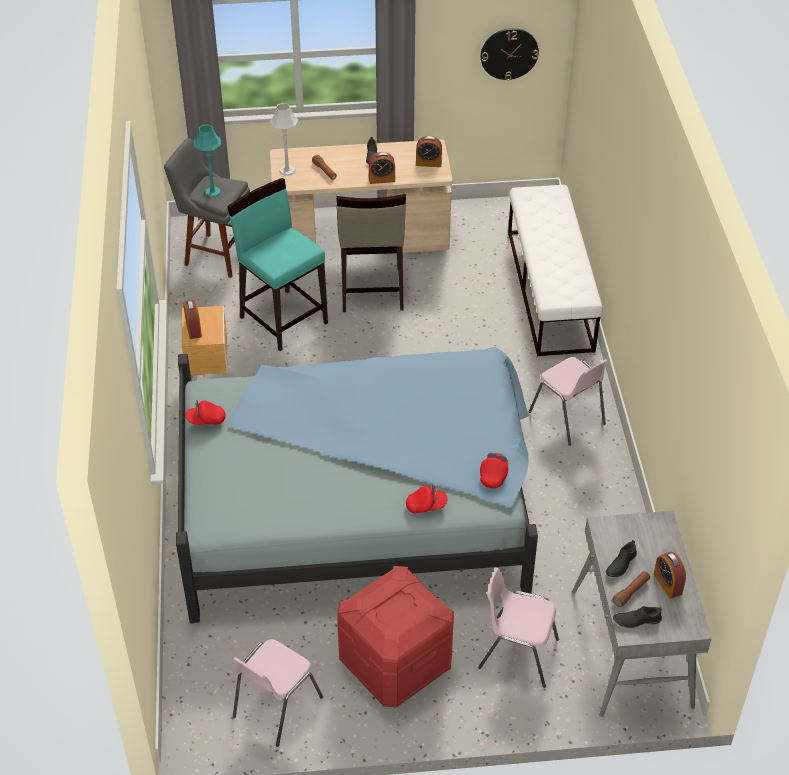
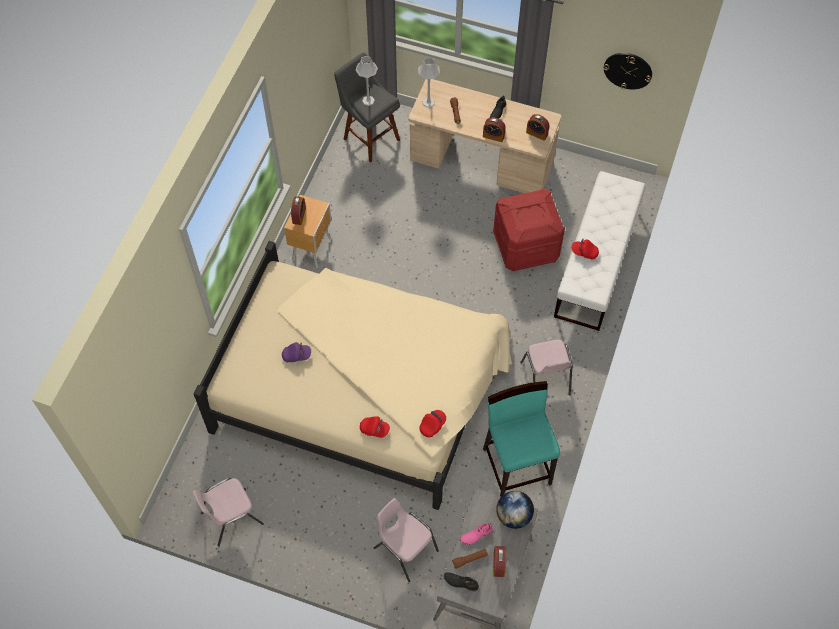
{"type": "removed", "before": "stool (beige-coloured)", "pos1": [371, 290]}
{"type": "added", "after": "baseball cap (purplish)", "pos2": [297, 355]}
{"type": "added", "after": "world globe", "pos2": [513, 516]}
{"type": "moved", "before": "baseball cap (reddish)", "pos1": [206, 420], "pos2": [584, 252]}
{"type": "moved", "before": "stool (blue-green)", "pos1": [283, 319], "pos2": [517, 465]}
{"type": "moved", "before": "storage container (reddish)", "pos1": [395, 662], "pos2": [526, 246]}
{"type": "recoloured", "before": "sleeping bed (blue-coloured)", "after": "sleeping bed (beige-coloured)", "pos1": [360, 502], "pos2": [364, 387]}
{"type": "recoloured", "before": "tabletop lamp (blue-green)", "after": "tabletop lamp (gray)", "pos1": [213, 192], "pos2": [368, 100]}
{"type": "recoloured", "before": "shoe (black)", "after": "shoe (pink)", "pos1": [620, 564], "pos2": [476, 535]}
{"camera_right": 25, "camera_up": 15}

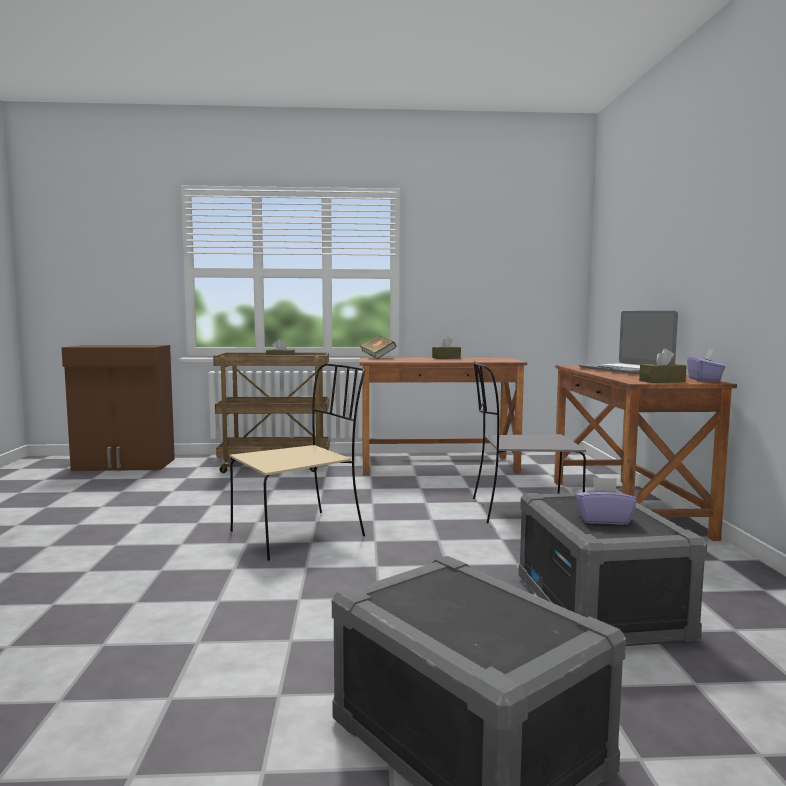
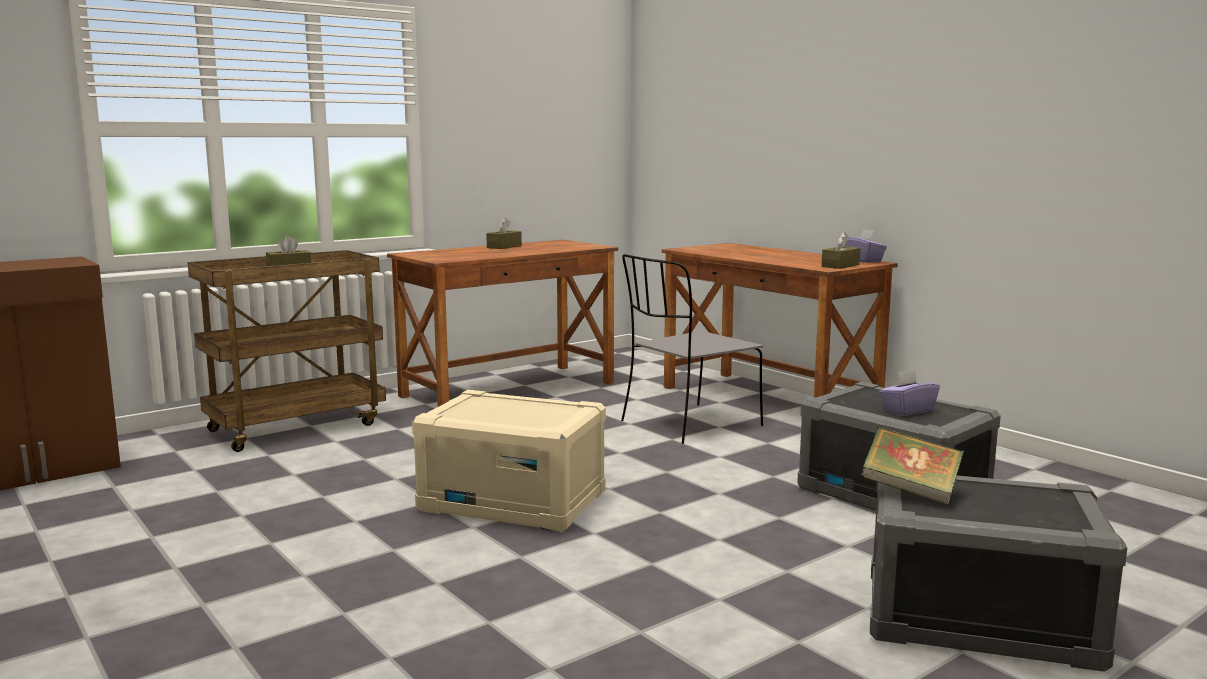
{"type": "removed", "before": "portable computer", "pos1": [625, 370]}
{"type": "moved", "before": "volume", "pos1": [377, 357], "pos2": [910, 491]}
{"type": "replaced", "before": "plain chair (beige-coloured)", "after": "storage container (beige-coloured)", "pos1": [300, 533], "pos2": [514, 501]}
{"camera_right": -35, "camera_up": 5}

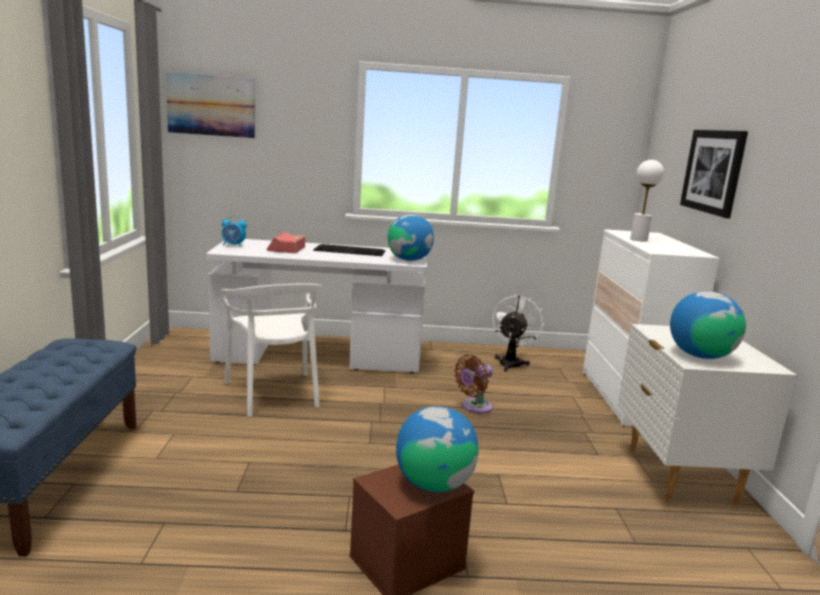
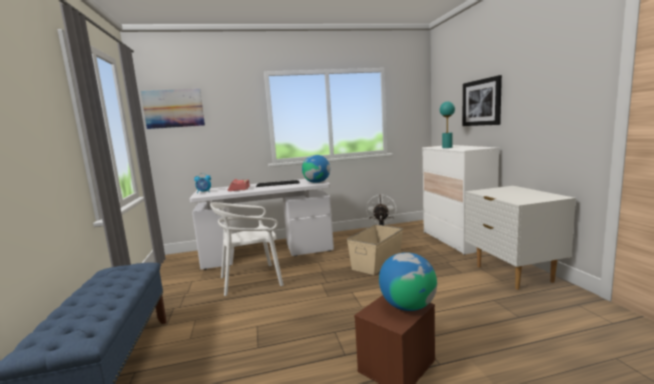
{"type": "removed", "before": "world globe", "pos1": [700, 356]}
{"type": "replaced", "before": "fan (brown)", "after": "storage container (beige-coloured)", "pos1": [474, 407], "pos2": [377, 262]}
{"type": "recoloured", "before": "tabletop lamp (white)", "after": "tabletop lamp (blue-green)", "pos1": [638, 239], "pos2": [447, 147]}
{"type": "turned", "before": "plain chair (white)", "pos1": [274, 393], "pos2": [251, 280], "turn": 105}
{"camera_right": -10, "camera_up": -5}

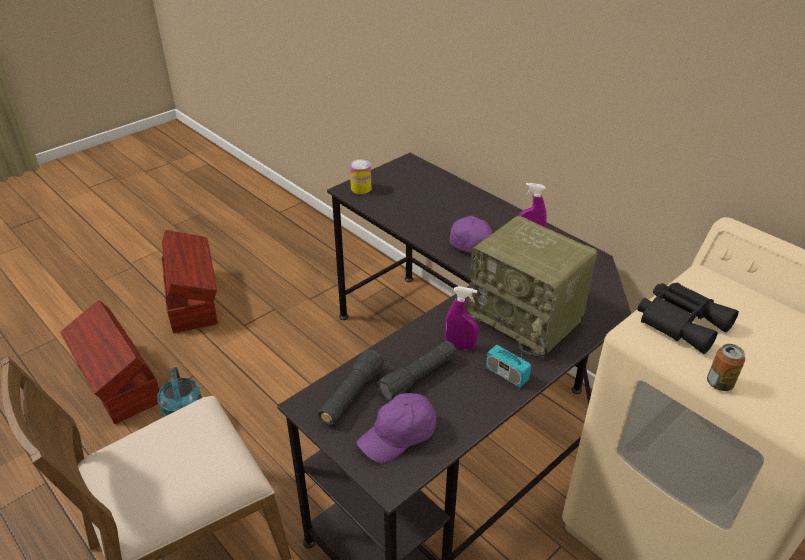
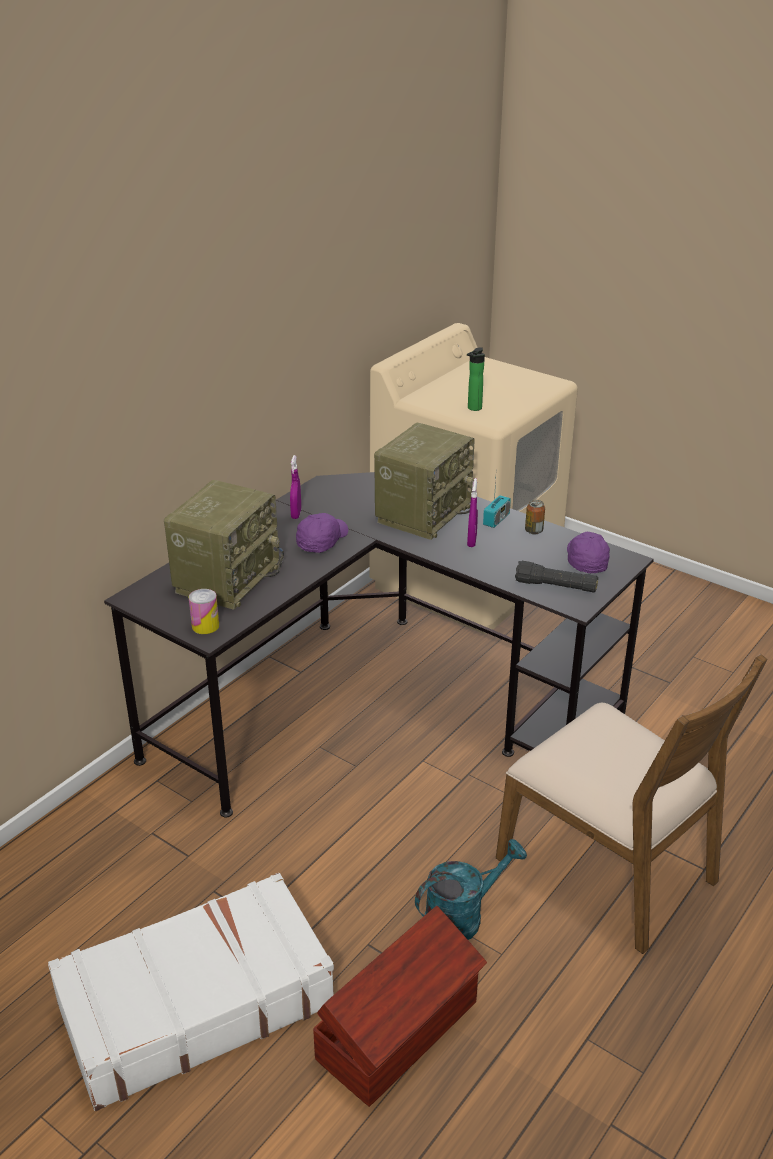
{"type": "removed", "before": "flashlight (black)", "pos1": [418, 377]}
{"type": "added", "after": "radio receiver", "pos2": [227, 578]}
{"type": "moved", "before": "sealed can", "pos1": [719, 383], "pos2": [534, 531]}
{"type": "replaced", "before": "storage container (brown)", "after": "suitcase (white)", "pos1": [193, 299], "pos2": [195, 1004]}
{"type": "replaced", "before": "pair of binoculars (black)", "after": "bottle", "pos1": [682, 321], "pos2": [473, 409]}
{"type": "turned", "before": "baseball cap (purplish)", "pos1": [399, 436], "pos2": [585, 560], "turn": -135}
{"camera_right": -100, "camera_up": -5}

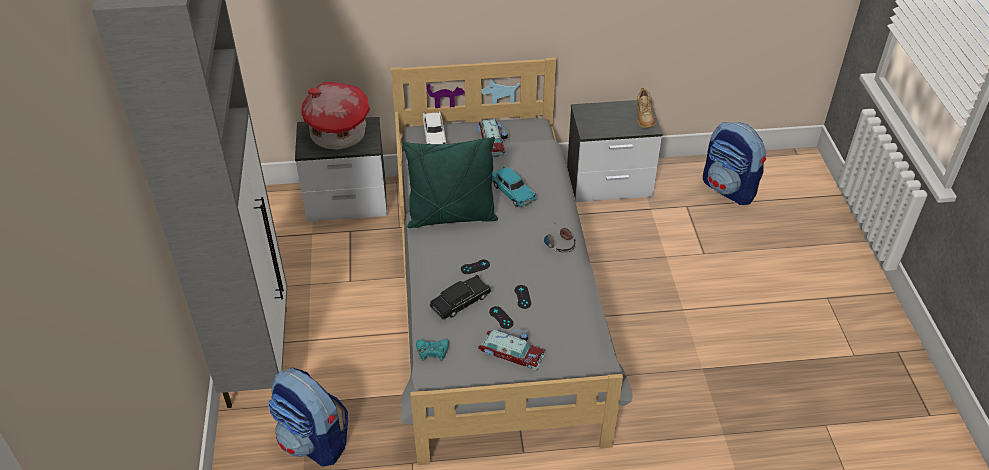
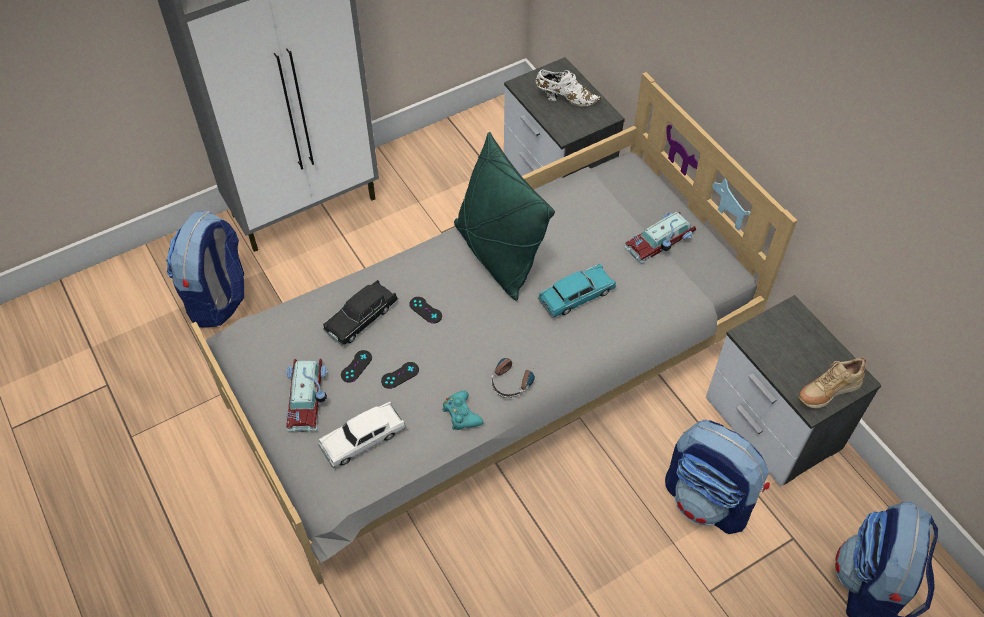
{"type": "added", "after": "rucksack", "pos2": [708, 500]}
{"type": "moved", "before": "game controller (blue-green)", "pos1": [432, 352], "pos2": [461, 414]}
{"type": "moved", "before": "model car (white)", "pos1": [434, 136], "pos2": [363, 440]}
{"type": "replaced", "before": "model house", "after": "shoe (white)", "pos1": [337, 135], "pos2": [565, 98]}
{"type": "turned", "before": "model car (black)", "pos1": [460, 303], "pos2": [361, 319], "turn": 105}
{"type": "turned", "before": "model car (blue-green)", "pos1": [512, 192], "pos2": [576, 297], "turn": -150}
{"camera_right": 65, "camera_up": 10}

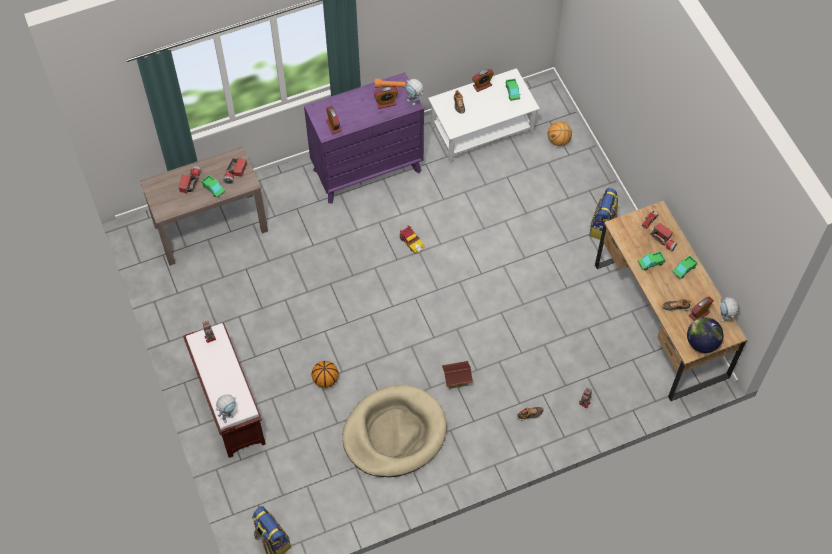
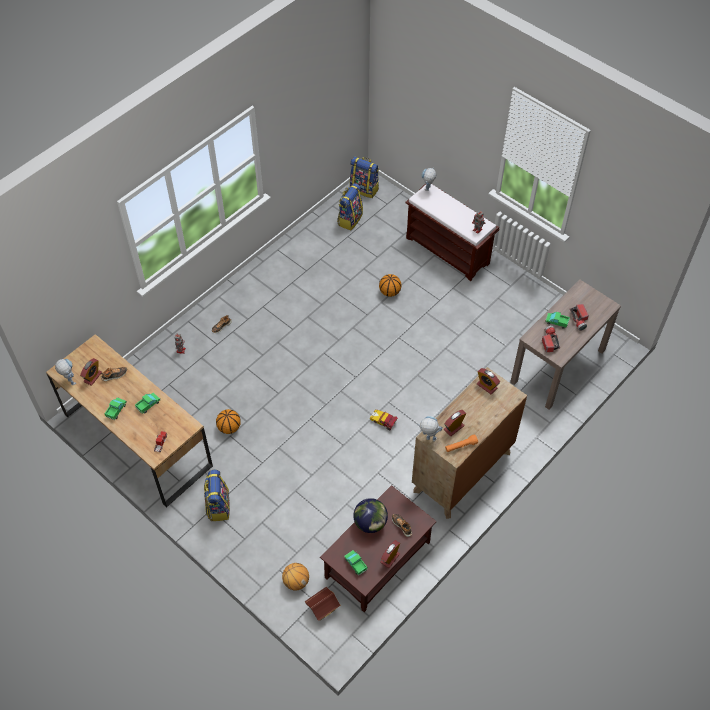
{"type": "removed", "before": "pet bed (beige-coloured)", "pos1": [394, 433]}
{"type": "removed", "before": "flashlight", "pos1": [664, 240]}
{"type": "added", "after": "ball for basketball", "pos2": [229, 427]}
{"type": "added", "after": "rucksack", "pos2": [350, 219]}
{"type": "moved", "before": "model house", "pos1": [457, 380], "pos2": [322, 608]}
{"type": "moved", "before": "world globe", "pos1": [702, 343], "pos2": [370, 523]}
{"type": "recoloured", "before": "chest of drawers (purplish)", "after": "chest of drawers (brown)", "pos1": [367, 170], "pos2": [462, 472]}
{"type": "recoloured", "before": "coffee table (white)", "after": "coffee table (brown)", "pos1": [482, 130], "pos2": [377, 560]}
{"camera_right": 155, "camera_up": -5}

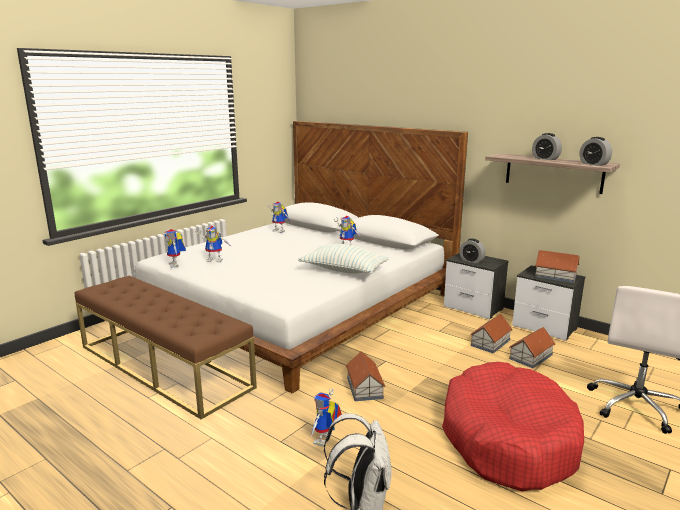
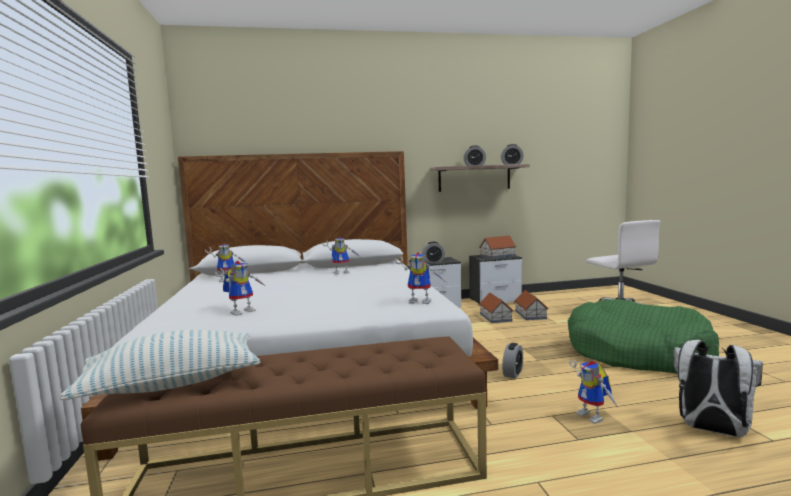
{"type": "moved", "before": "toy robot", "pos1": [176, 265], "pos2": [422, 301]}
{"type": "moved", "before": "cushion", "pos1": [344, 270], "pos2": [173, 384]}
{"type": "replaced", "before": "model house", "after": "table clock", "pos1": [364, 387], "pos2": [513, 373]}
{"type": "recoloured", "before": "pet bed (reddish)", "after": "pet bed (green-coloured)", "pos1": [507, 439], "pos2": [636, 352]}
{"camera_right": -50, "camera_up": -10}

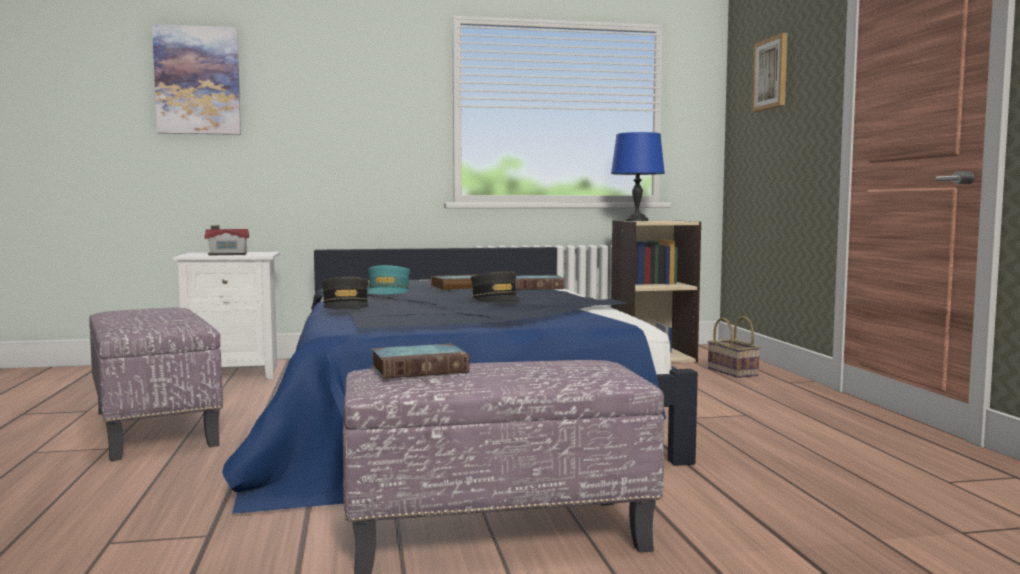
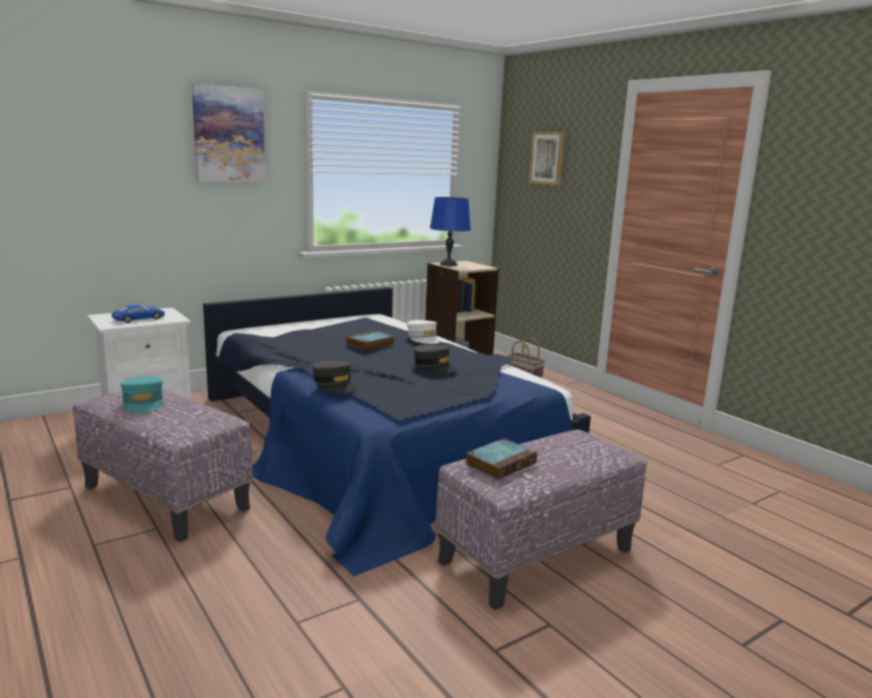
{"type": "moved", "before": "picture", "pos1": [198, 80], "pos2": [229, 135]}
{"type": "moved", "before": "baseball cap (blue-green)", "pos1": [388, 291], "pos2": [143, 403]}
{"type": "replaced", "before": "model house", "after": "model car (blue-coloured)", "pos1": [226, 254], "pos2": [139, 318]}
{"type": "replaced", "before": "volume", "after": "baseball cap (white)", "pos1": [538, 287], "pos2": [423, 338]}
{"camera_right": -25, "camera_up": 10}

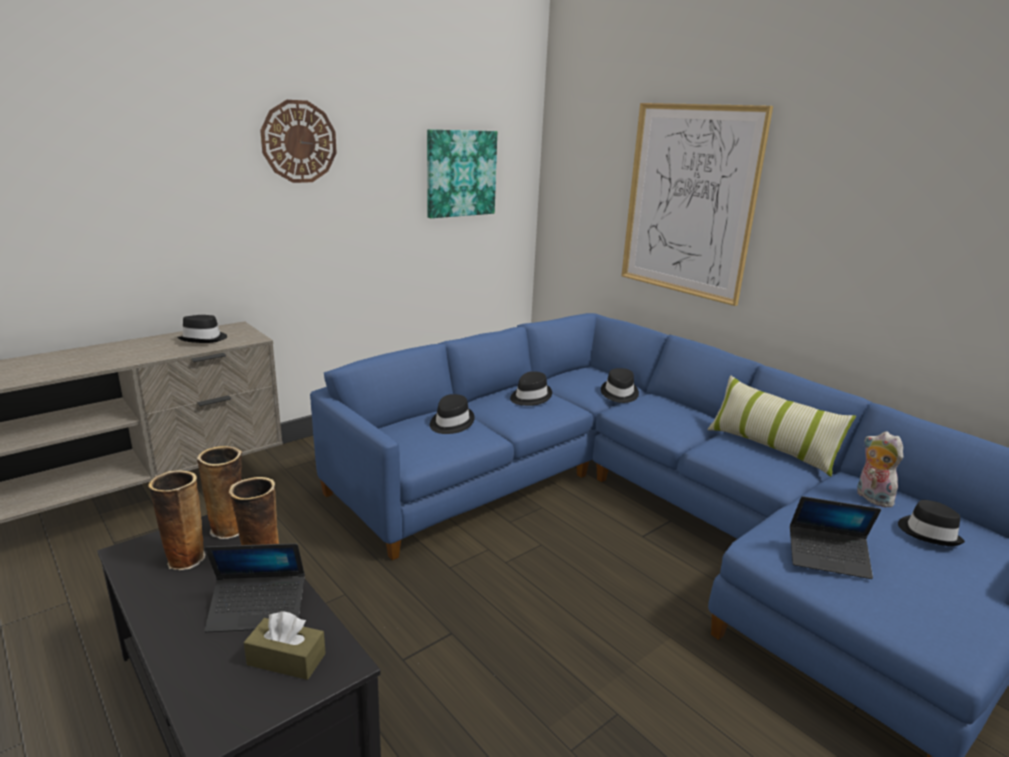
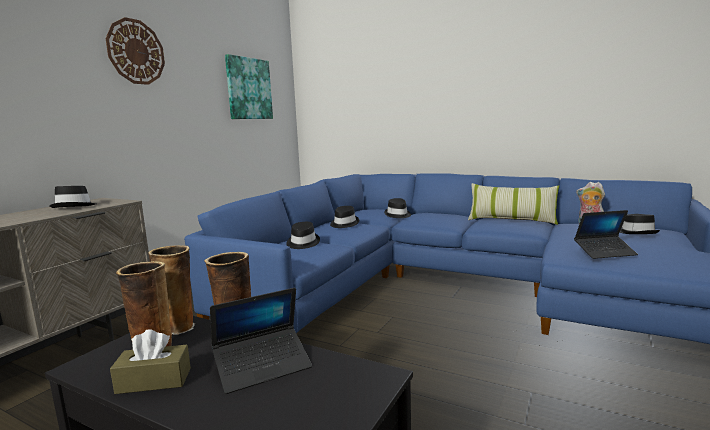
{"type": "removed", "before": "picture", "pos1": [689, 201]}
{"type": "moved", "before": "box of tissues (brown)", "pos1": [286, 659], "pos2": [154, 380]}
{"camera_right": -20, "camera_up": -10}

